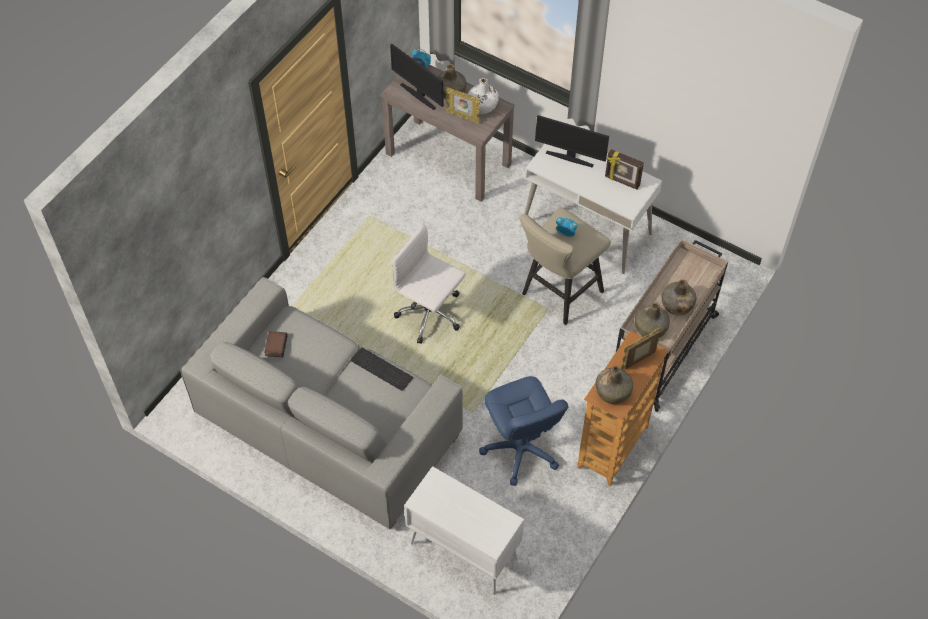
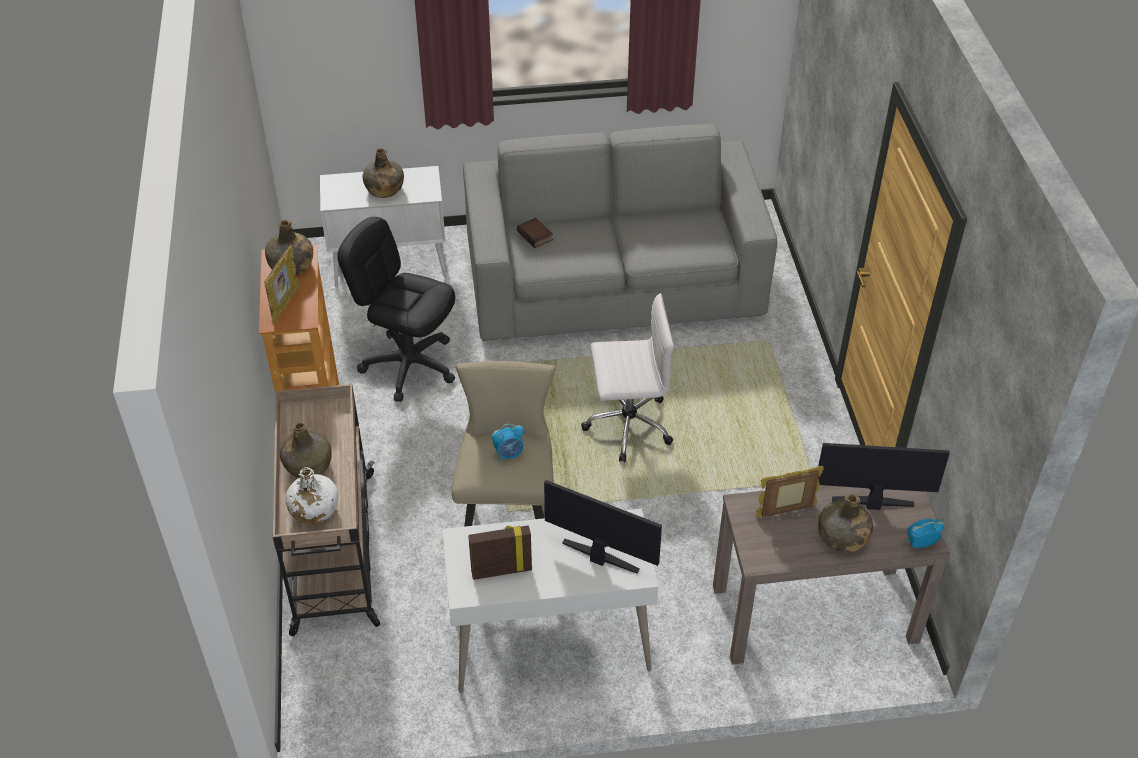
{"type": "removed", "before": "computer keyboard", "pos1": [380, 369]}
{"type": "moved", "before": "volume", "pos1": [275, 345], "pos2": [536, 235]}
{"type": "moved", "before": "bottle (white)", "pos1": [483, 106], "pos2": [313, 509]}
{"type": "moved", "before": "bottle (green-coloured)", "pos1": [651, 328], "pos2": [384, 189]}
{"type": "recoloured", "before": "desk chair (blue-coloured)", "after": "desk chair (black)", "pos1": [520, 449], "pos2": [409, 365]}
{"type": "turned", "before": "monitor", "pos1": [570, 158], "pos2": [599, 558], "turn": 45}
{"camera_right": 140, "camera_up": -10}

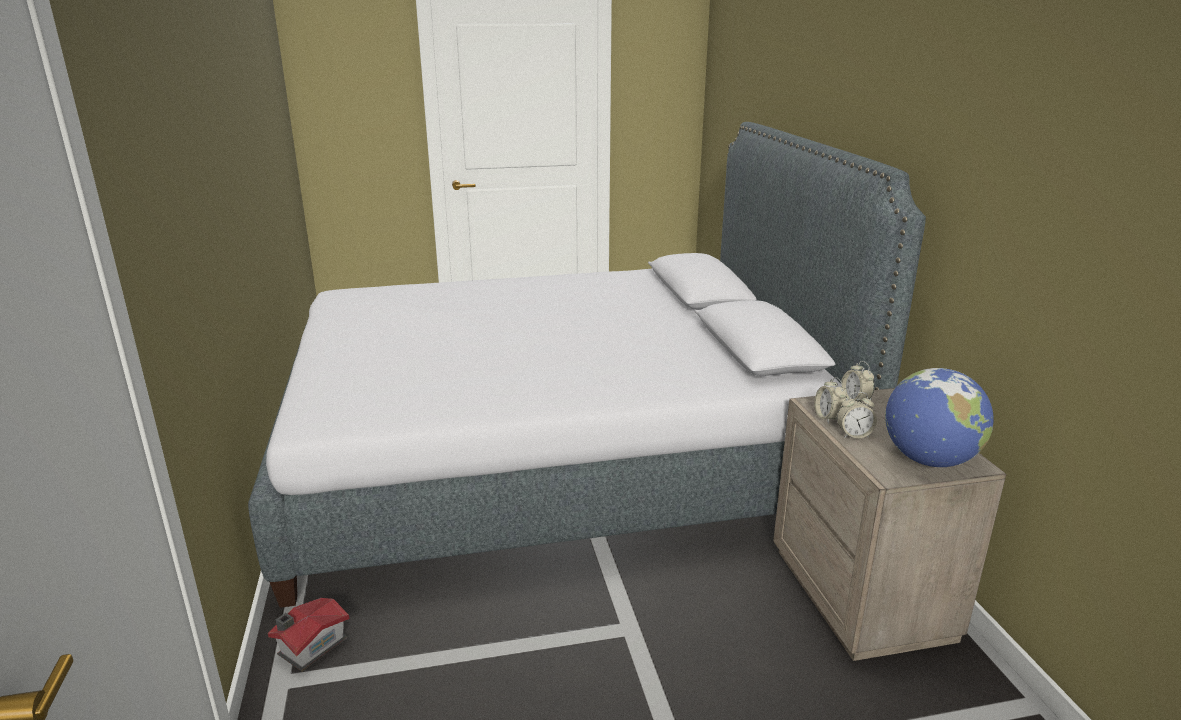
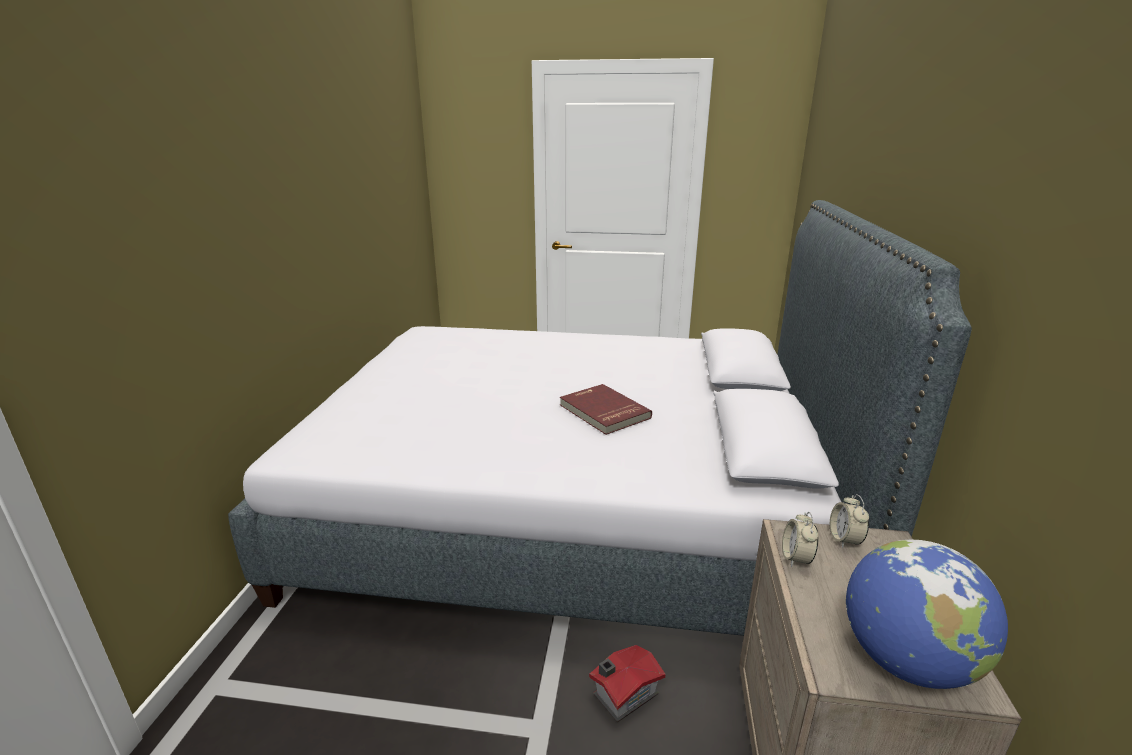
{"type": "removed", "before": "table clock", "pos1": [854, 435]}
{"type": "added", "after": "volume (reddish)", "pos2": [603, 412]}
{"type": "moved", "before": "model house", "pos1": [310, 647], "pos2": [623, 694]}
{"camera_right": 20, "camera_up": 0}

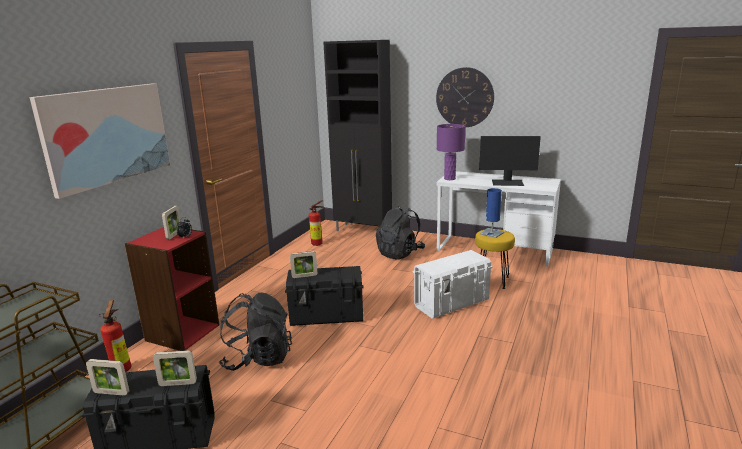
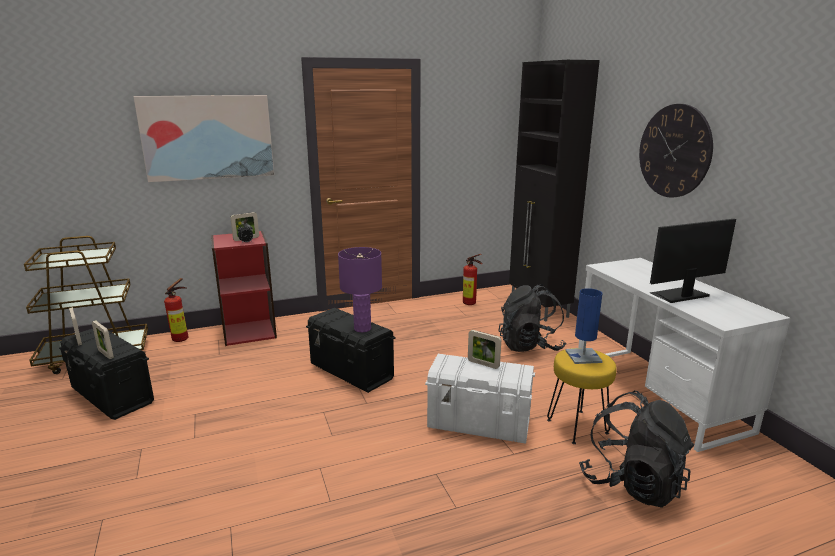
{"type": "moved", "before": "rucksack (black)", "pos1": [258, 358], "pos2": [632, 483]}
{"type": "moved", "before": "photo frame", "pos1": [304, 276], "pos2": [483, 364]}
{"type": "moved", "before": "tabletop lamp (purplish)", "pos1": [449, 178], "pos2": [362, 328]}
{"type": "turned", "before": "monitor", "pos1": [508, 183], "pos2": [679, 295], "turn": 105}
{"camera_right": 45, "camera_up": 0}

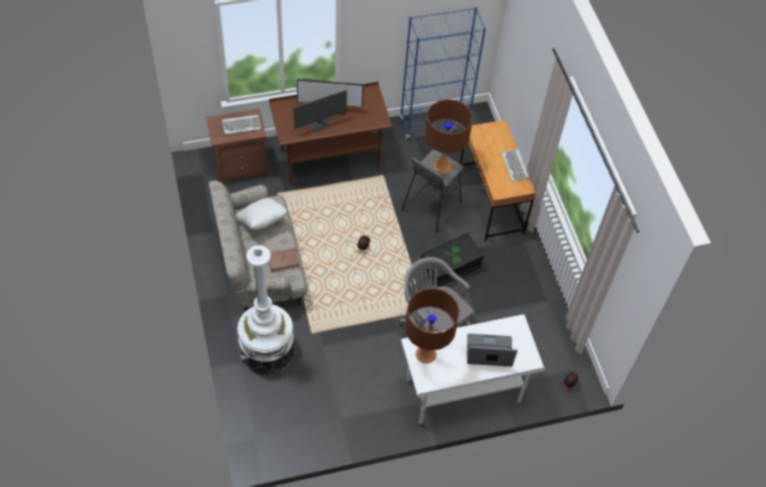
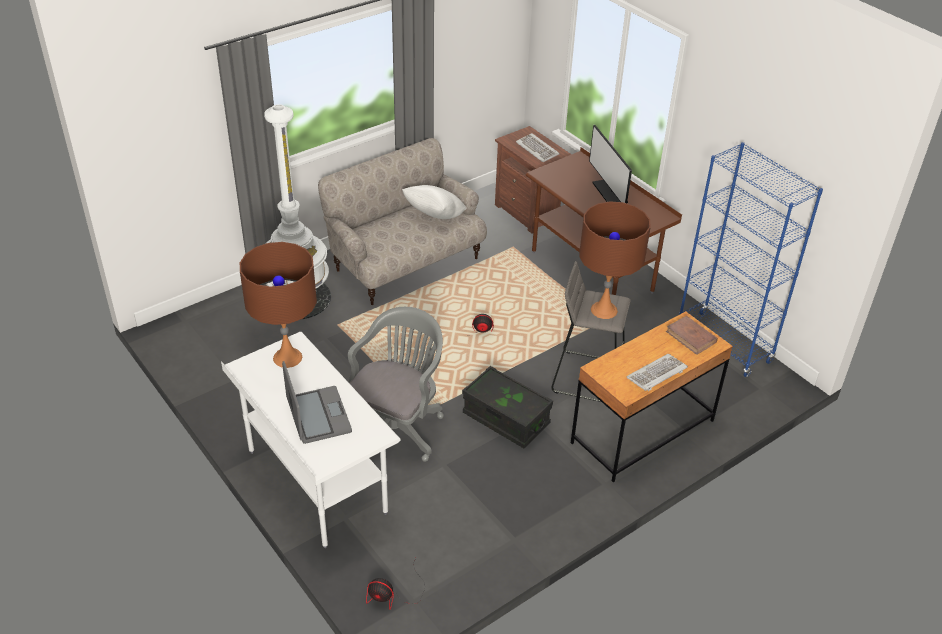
{"type": "removed", "before": "monitor", "pos1": [319, 124]}
{"type": "moved", "before": "volume (brown)", "pos1": [283, 261], "pos2": [691, 337]}
{"camera_right": 70, "camera_up": -15}

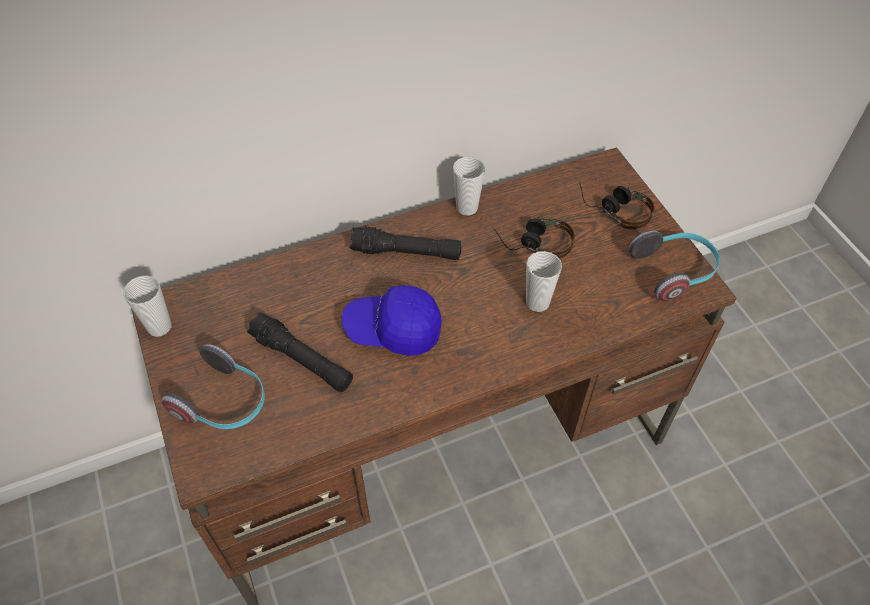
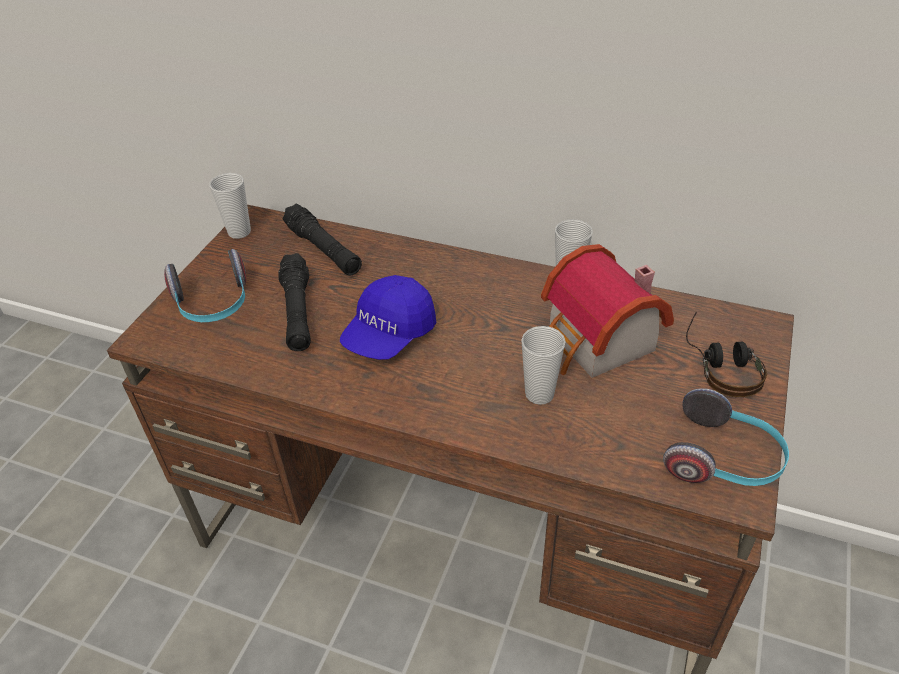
{"type": "moved", "before": "flashlight (black)", "pos1": [406, 252], "pos2": [324, 250]}
{"type": "replaced", "before": "headphones", "after": "model house", "pos1": [533, 243], "pos2": [597, 344]}
{"type": "turned", "before": "baseball cap (blue-coloured)", "pos1": [393, 330], "pos2": [389, 335], "turn": -105}
{"camera_right": 45, "camera_up": -10}

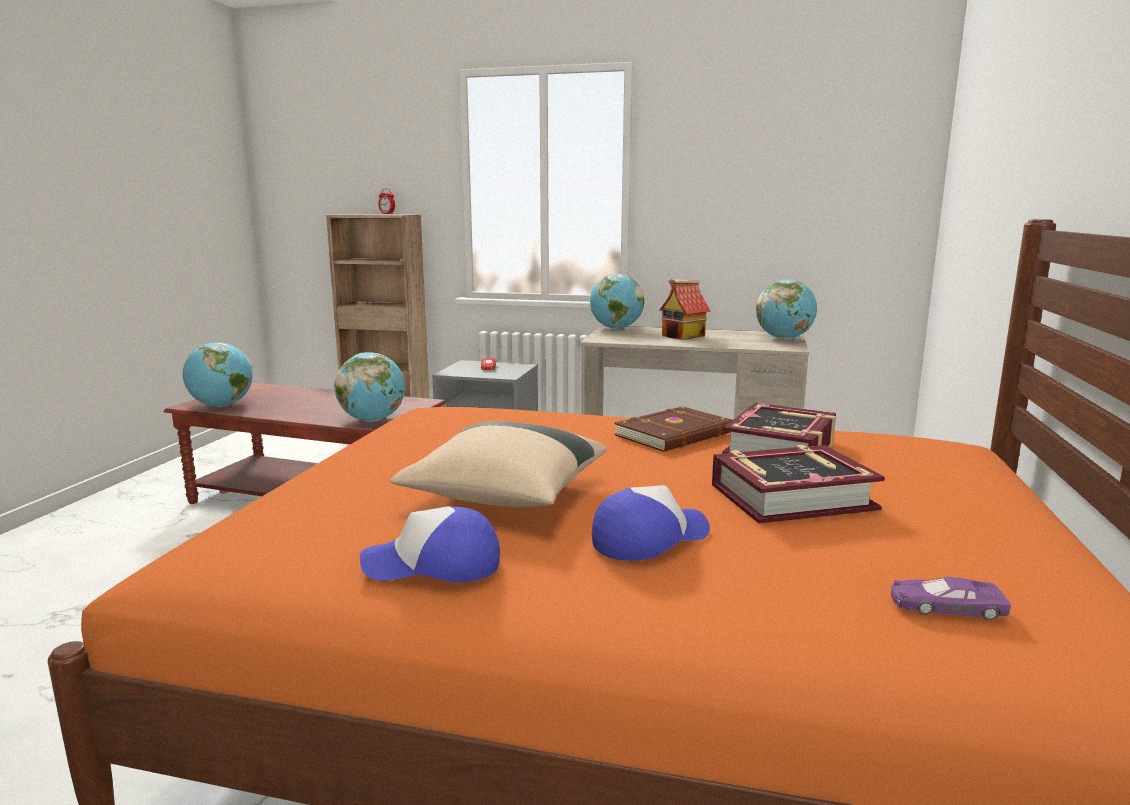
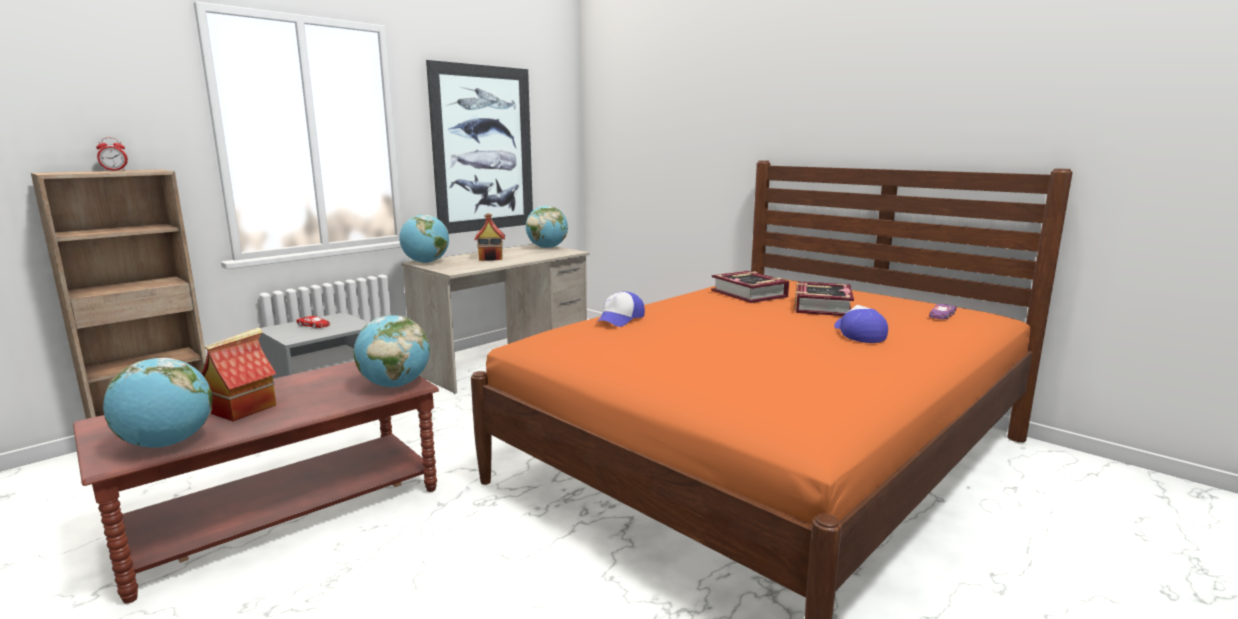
{"type": "removed", "before": "cushion (beige-coloured)", "pos1": [504, 496]}
{"type": "removed", "before": "volume (brown)", "pos1": [676, 434]}
{"type": "added", "after": "model house", "pos2": [244, 408]}
{"type": "added", "after": "picture", "pos2": [483, 149]}
{"type": "moved", "before": "baseball cap", "pos1": [433, 565], "pos2": [620, 319]}
{"camera_right": -60, "camera_up": 0}

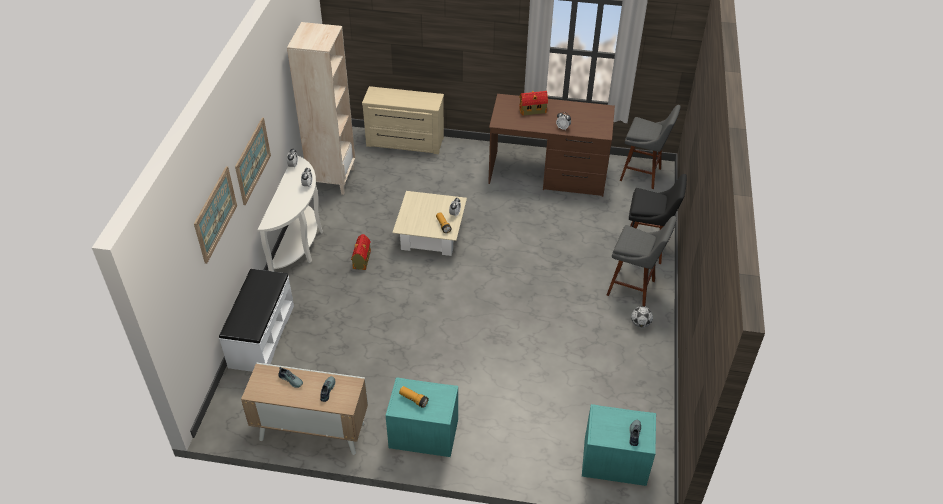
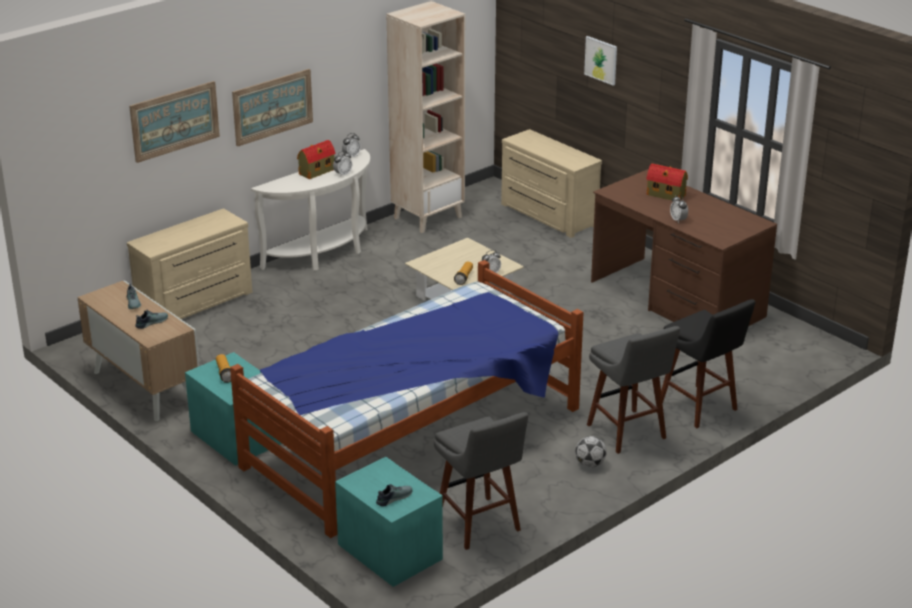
{"type": "added", "after": "sleeping bed", "pos2": [415, 438]}
{"type": "added", "after": "picture", "pos2": [601, 60]}
{"type": "moved", "before": "model house", "pos1": [361, 260], "pos2": [316, 172]}
{"type": "moved", "before": "stool (gray)", "pos1": [643, 175], "pos2": [480, 525]}
{"type": "replaced", "before": "long seat (white)", "after": "chest of drawers (beige-coloured)", "pos1": [261, 336], "pos2": [196, 303]}
{"camera_right": 40, "camera_up": -15}

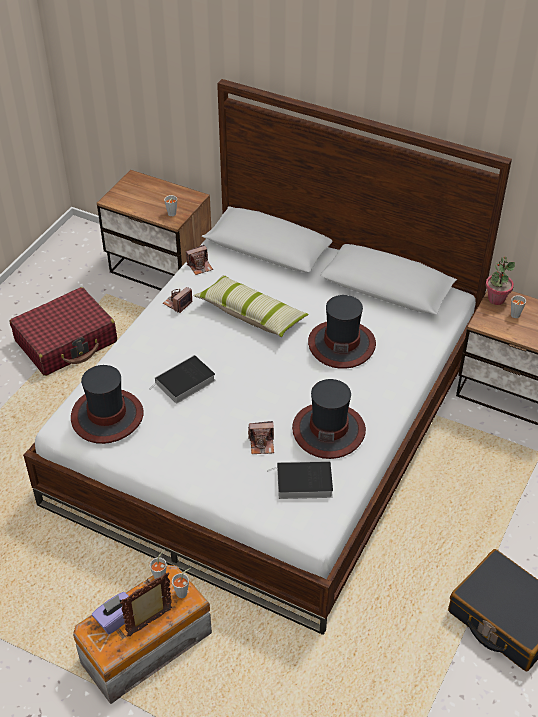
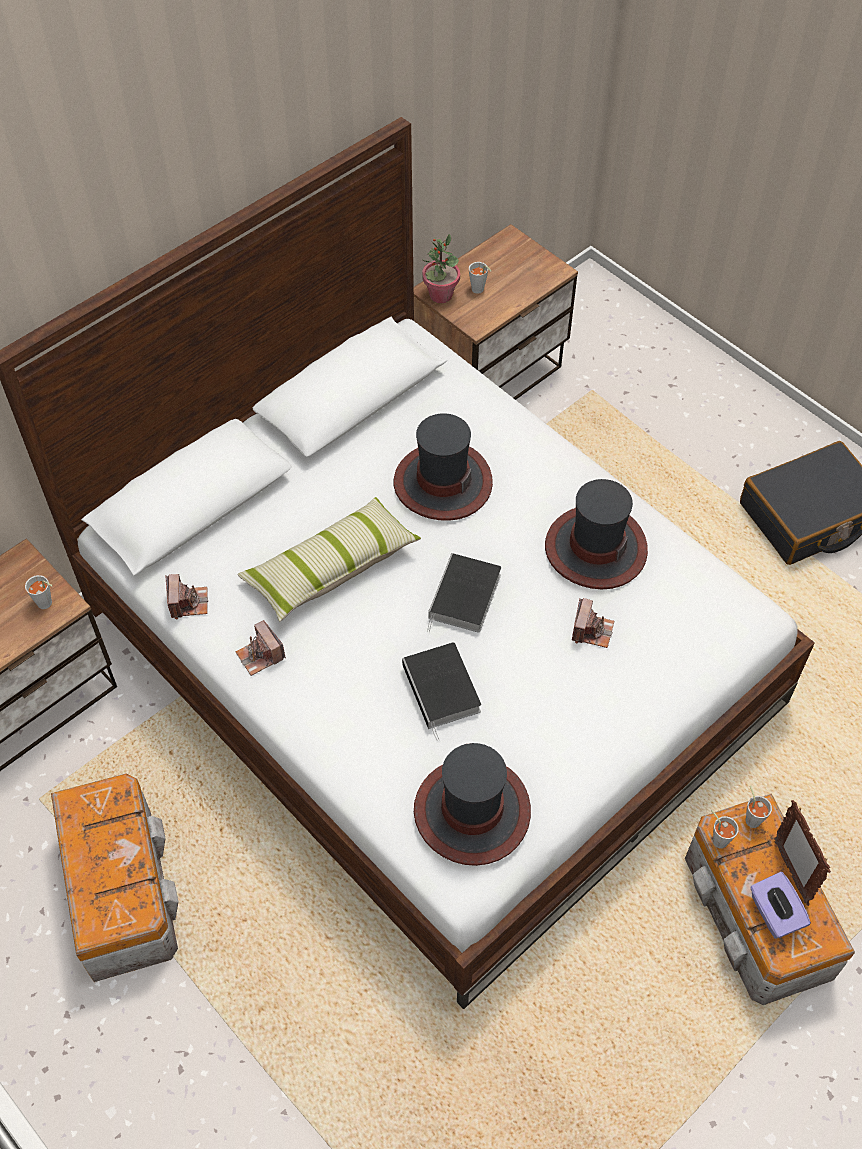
{"type": "moved", "before": "volume", "pos1": [302, 483], "pos2": [464, 598]}
{"type": "replaced", "before": "suitcase (reddish)", "after": "storage container", "pos1": [66, 341], "pos2": [122, 888]}
{"camera_right": -70, "camera_up": 10}

